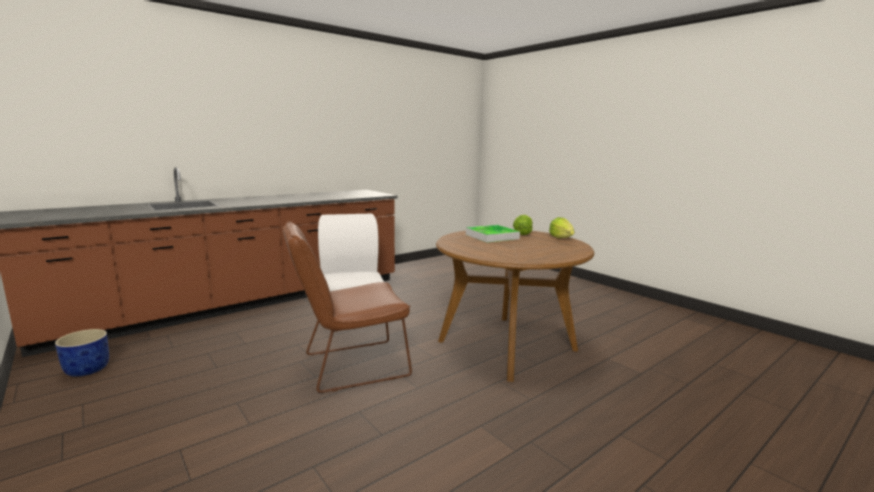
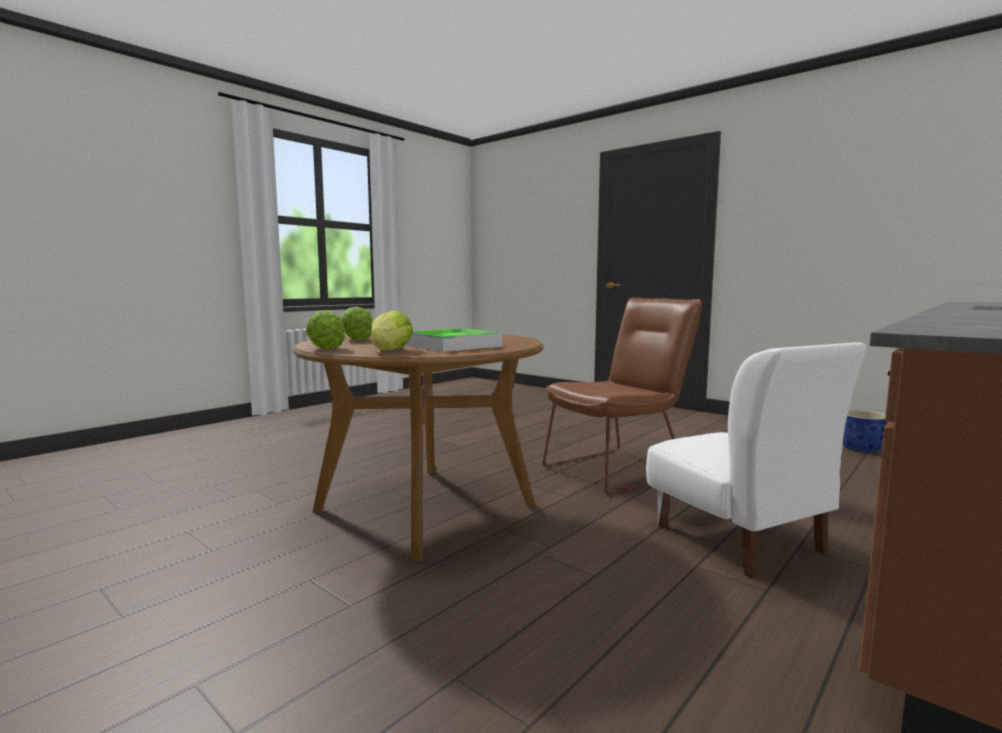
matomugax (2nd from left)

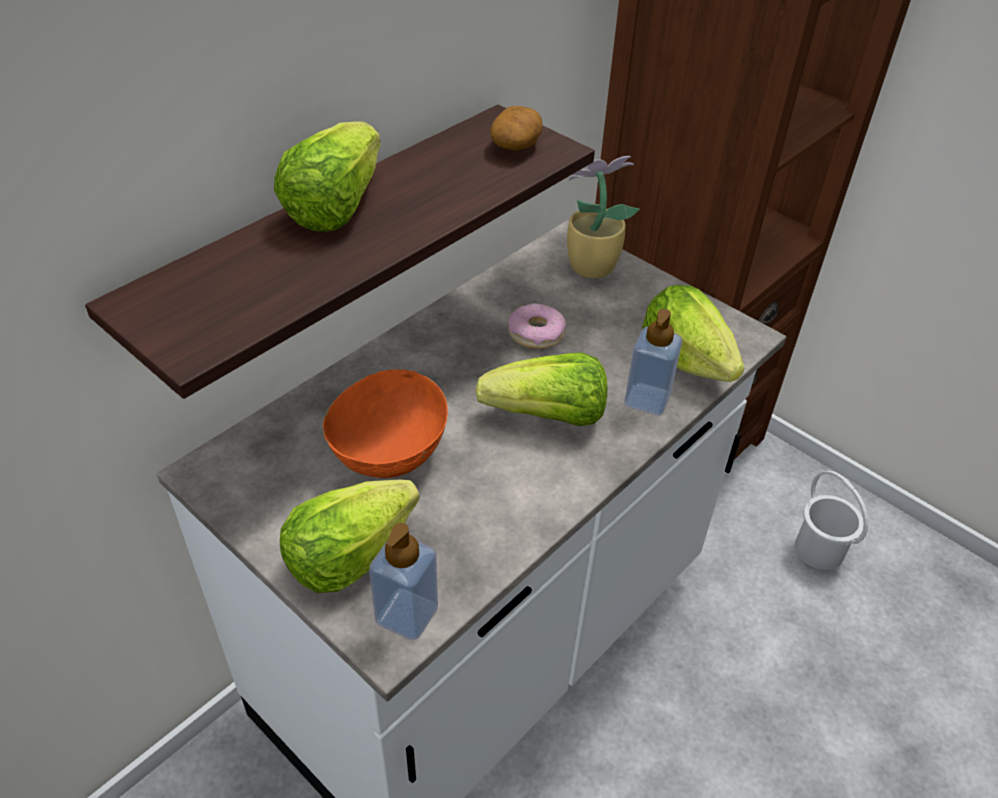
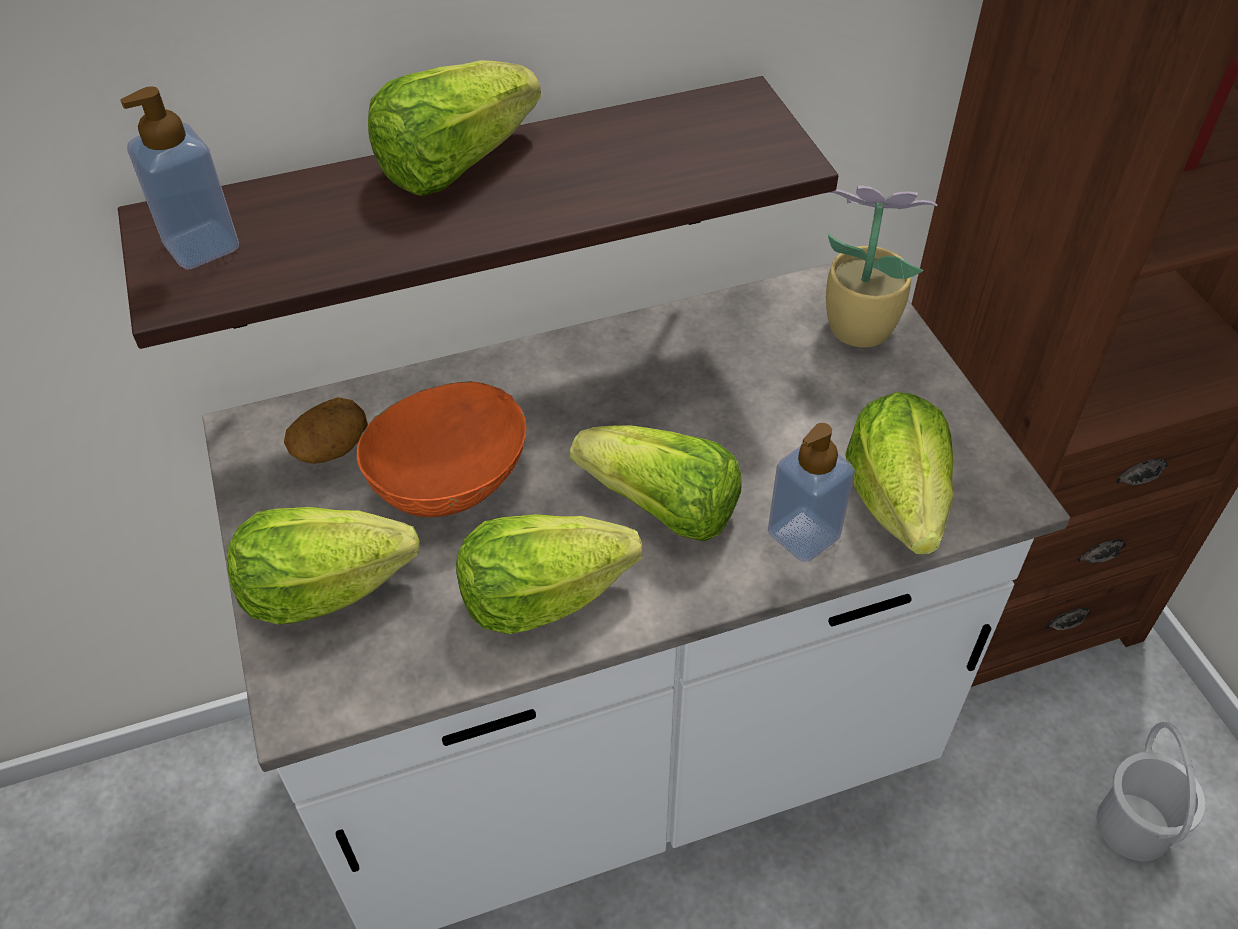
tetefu; matomugax (3rd from left); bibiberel (1st from left); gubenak

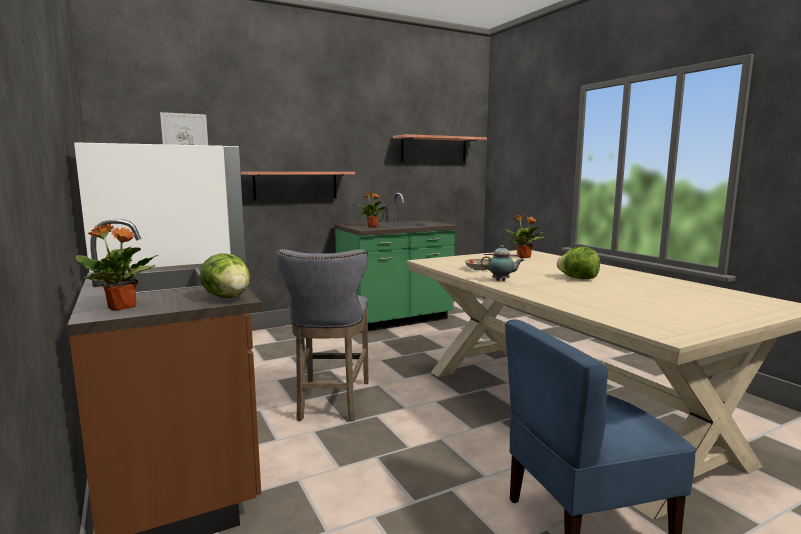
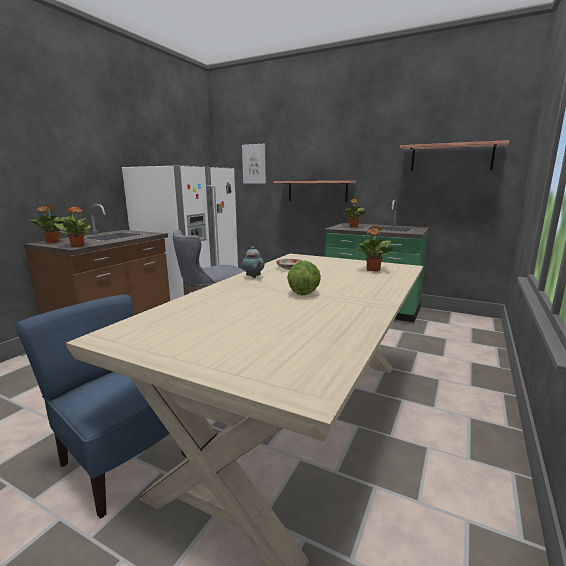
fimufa (2nd from left)

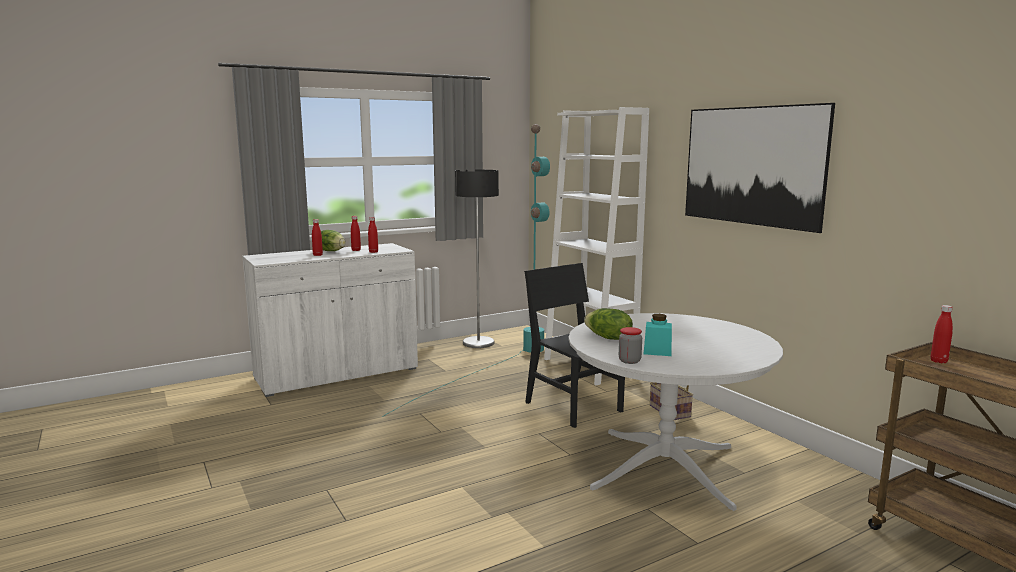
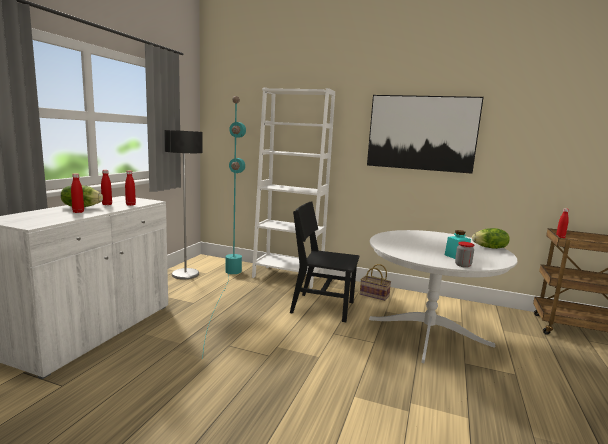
matomugax (2nd from left)

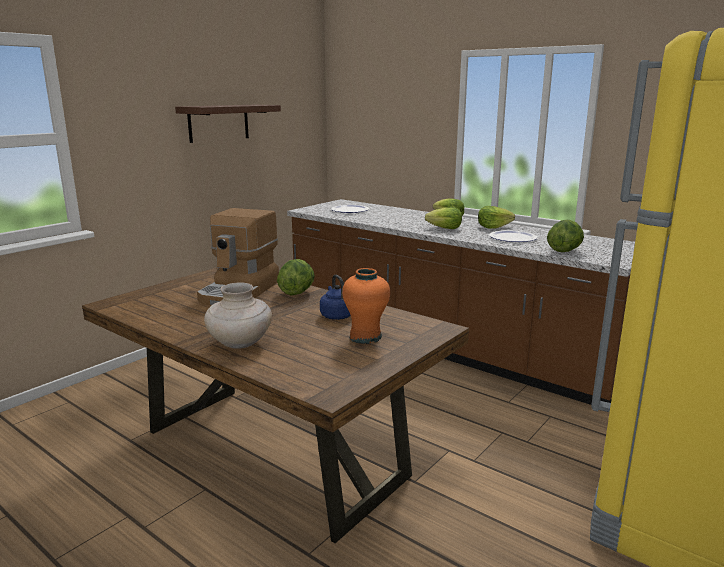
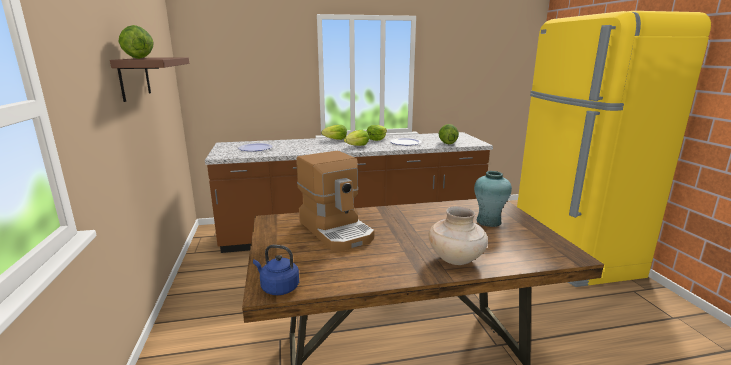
matomugax (1st from left); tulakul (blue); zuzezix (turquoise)

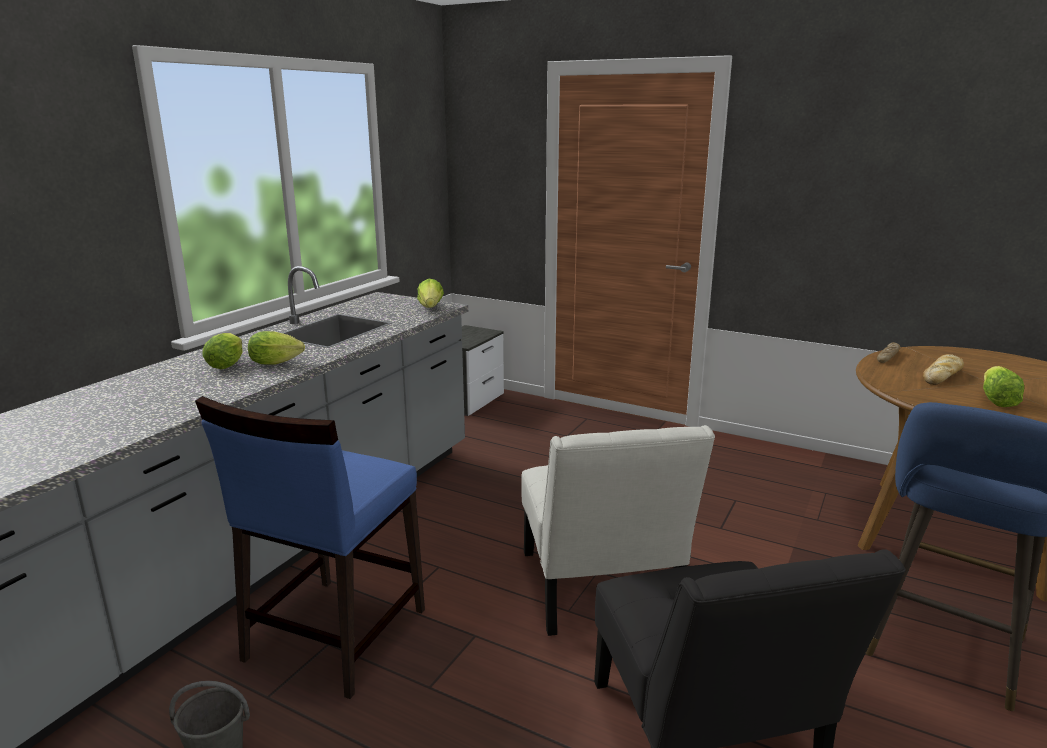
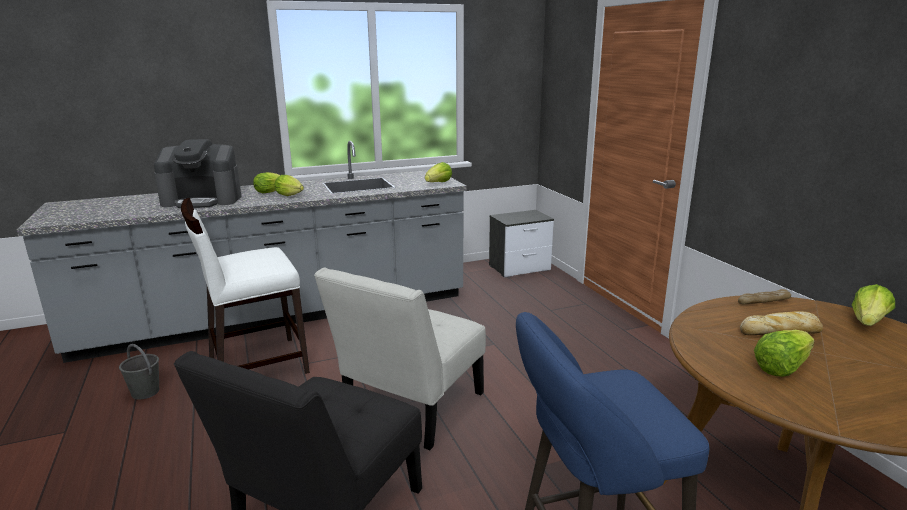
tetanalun; matomugax (5th from left); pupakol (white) (1st from left)

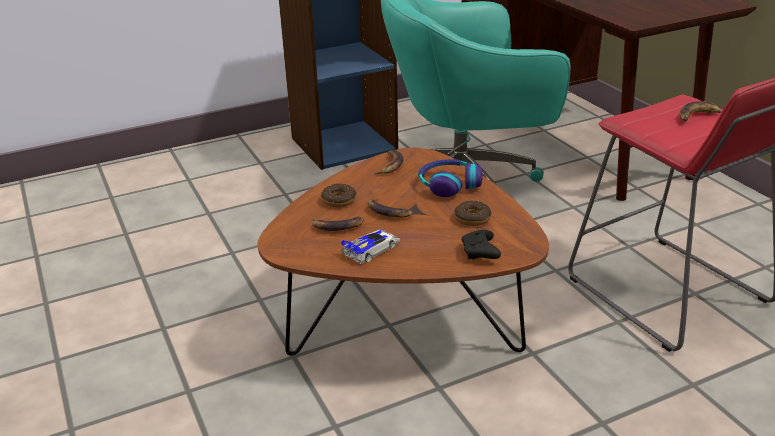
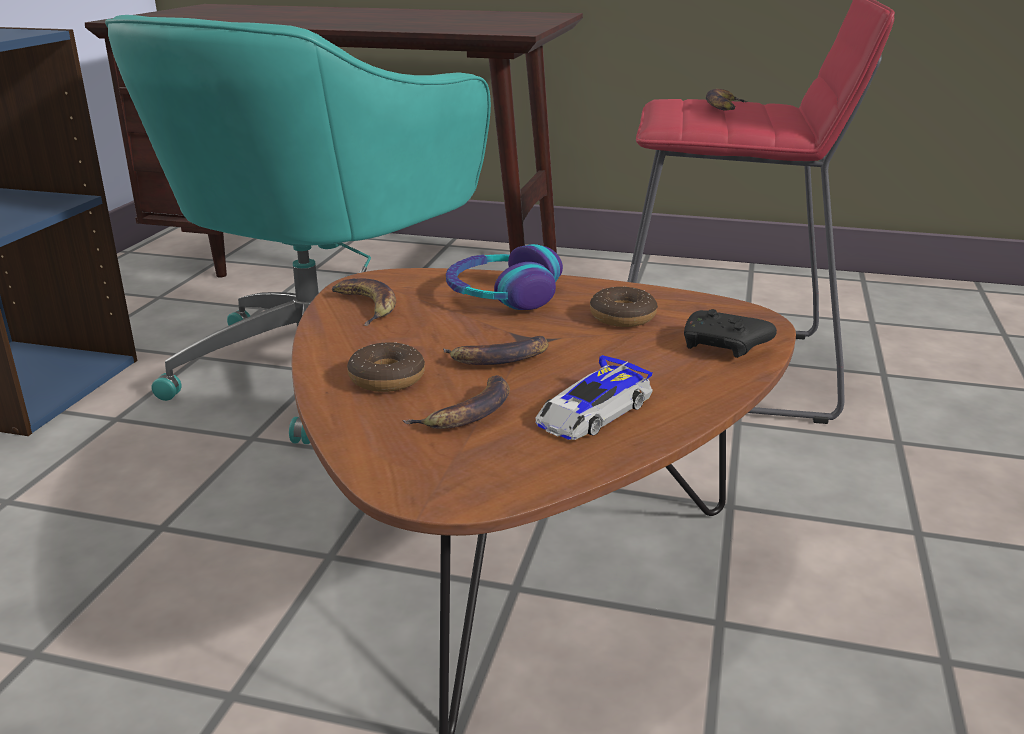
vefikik

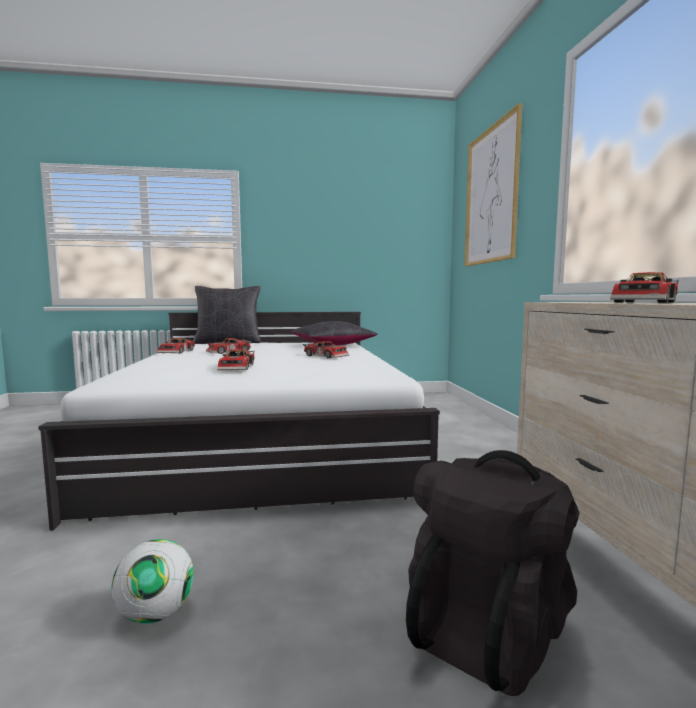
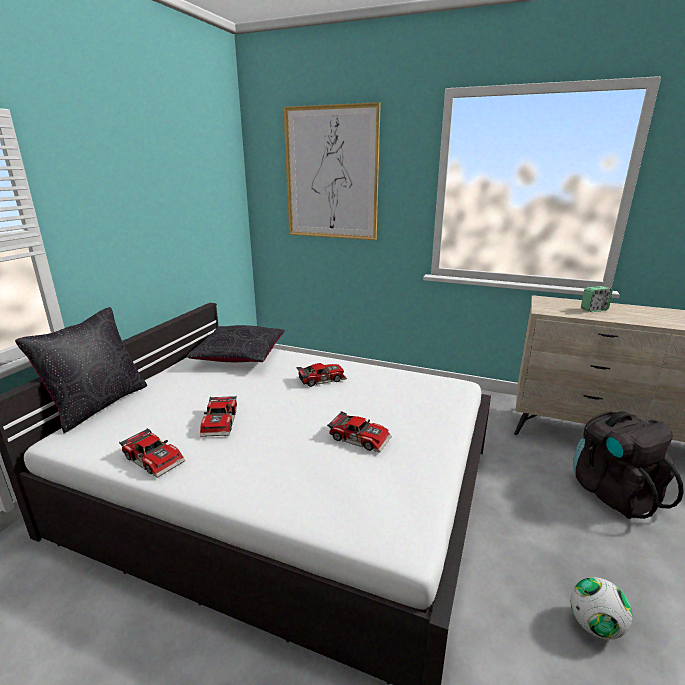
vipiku

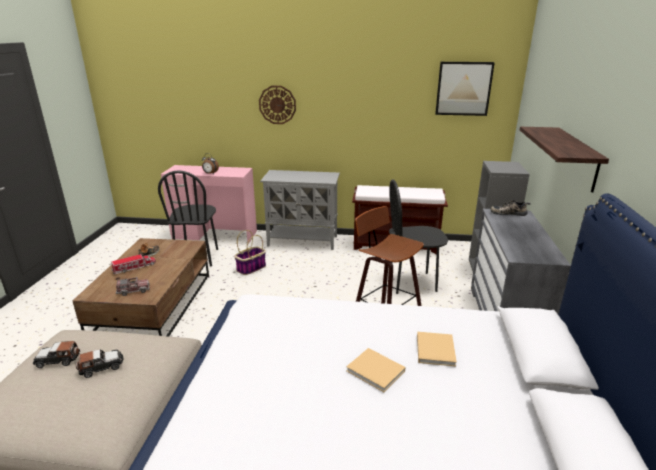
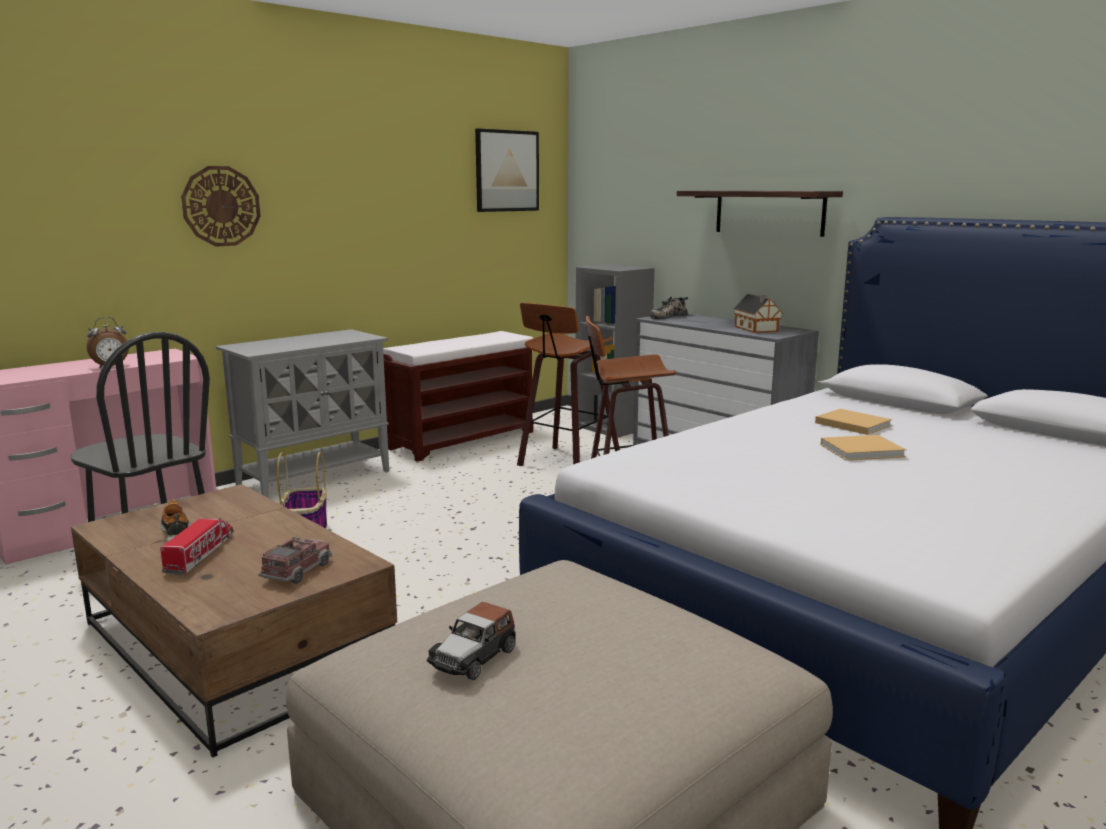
vefikik (2nd from left in the first image); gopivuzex; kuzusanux (1st from left)

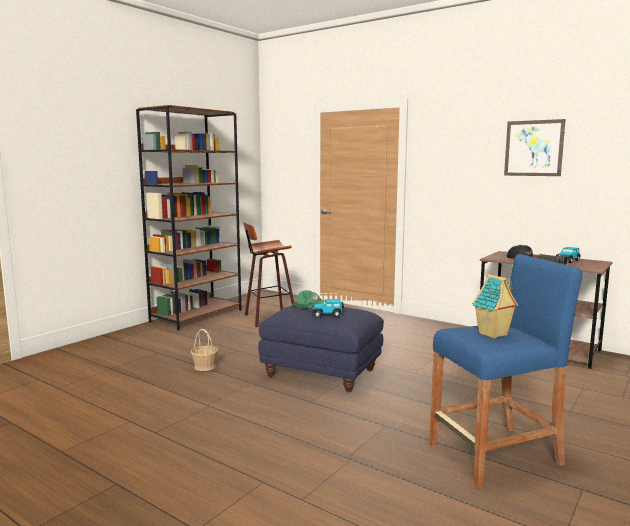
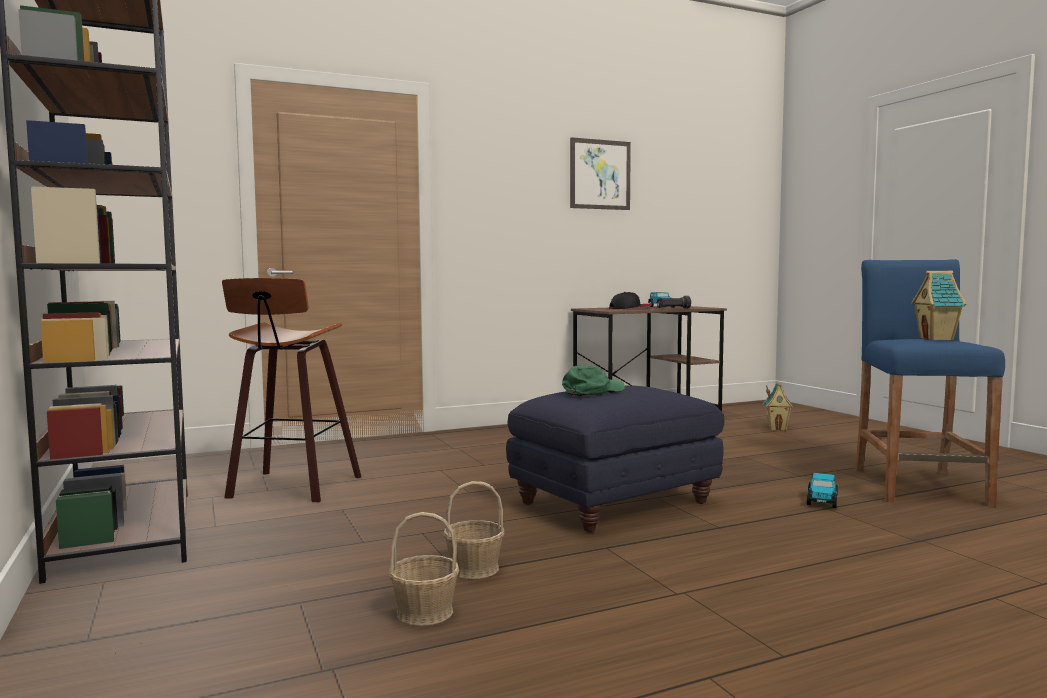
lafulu (1st from left); gopivuzex (1st from left); vefikik (2nd from left)

